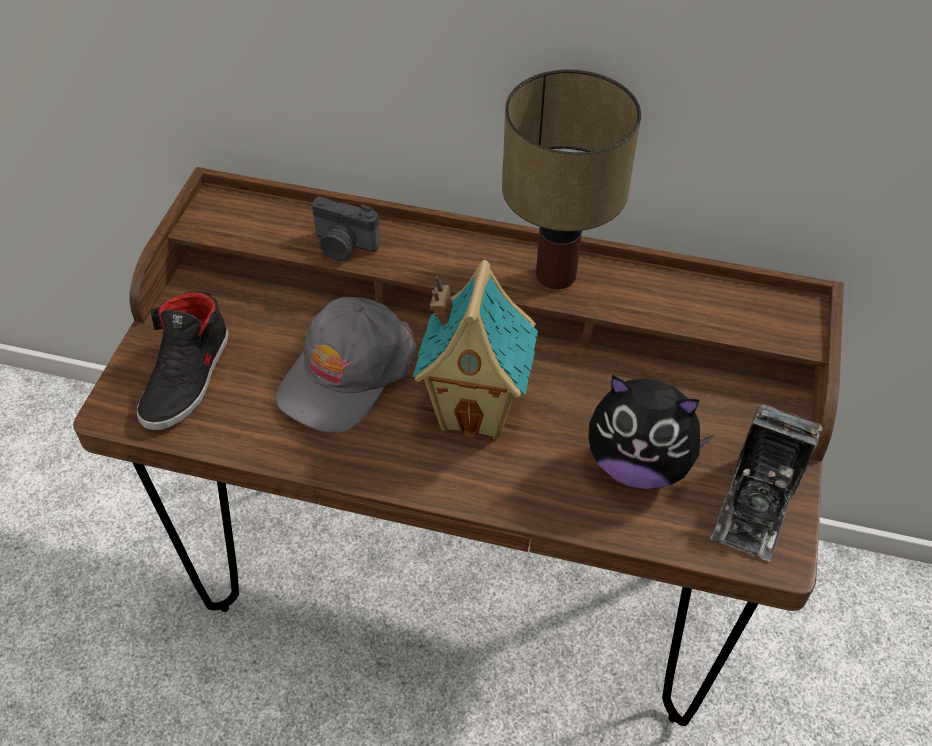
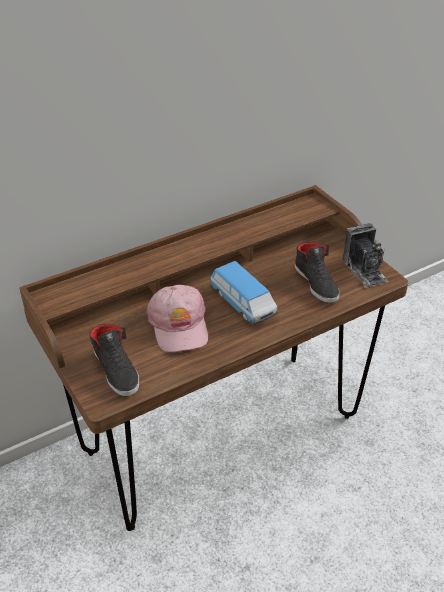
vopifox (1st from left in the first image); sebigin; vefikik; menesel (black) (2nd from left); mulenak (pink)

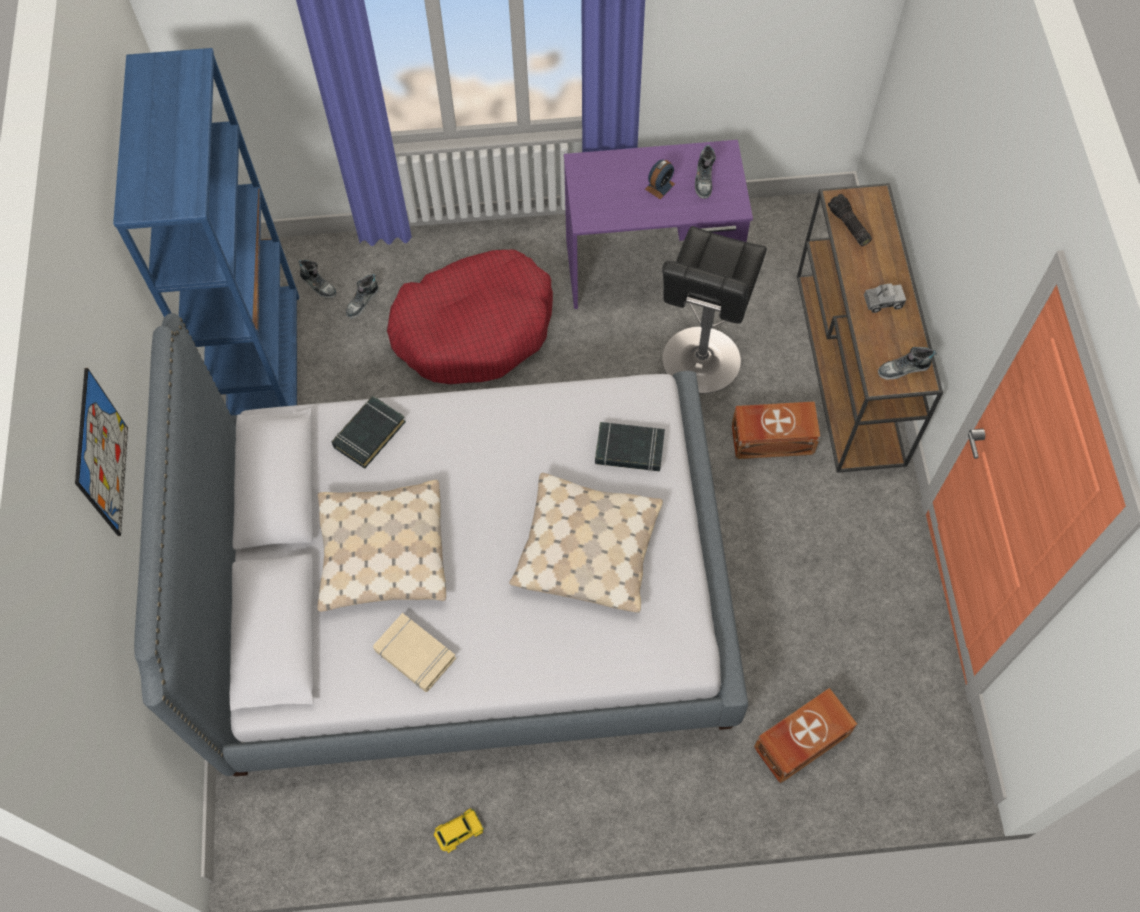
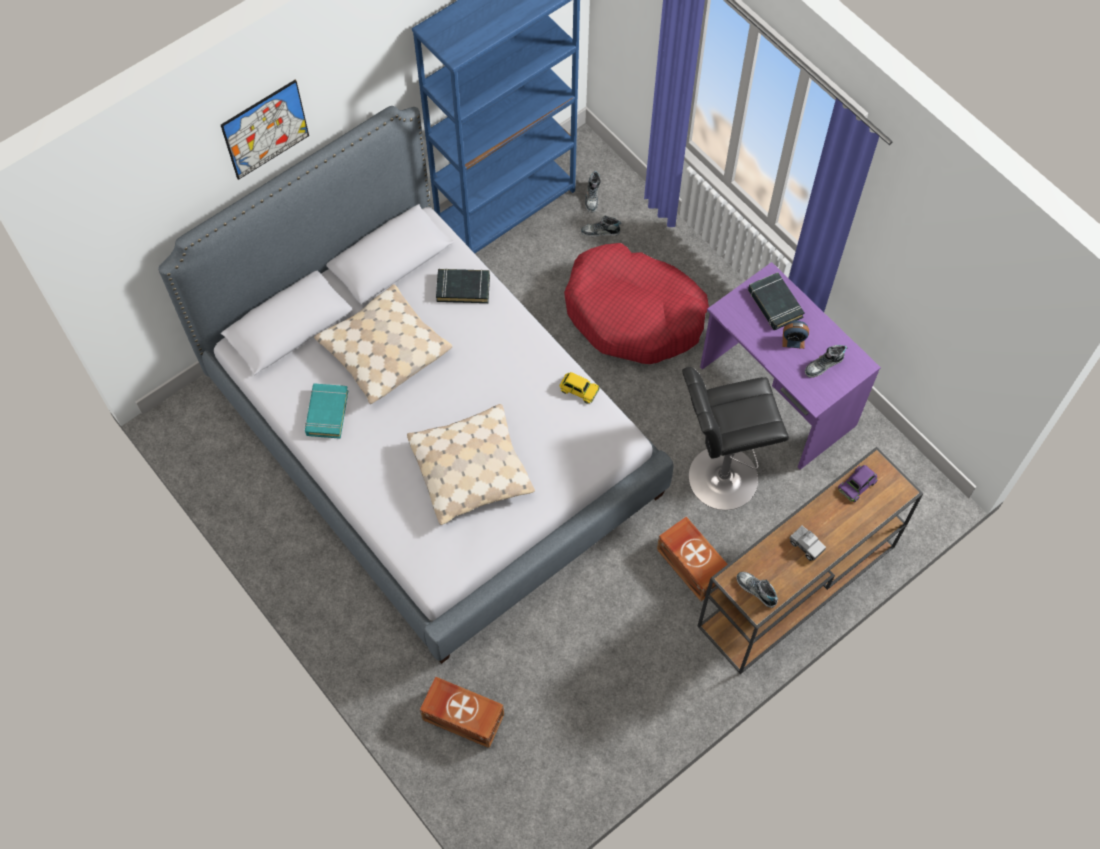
vefikik (yellow); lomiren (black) (2nd from left); vefikik (purple); lomiren (turquoise)

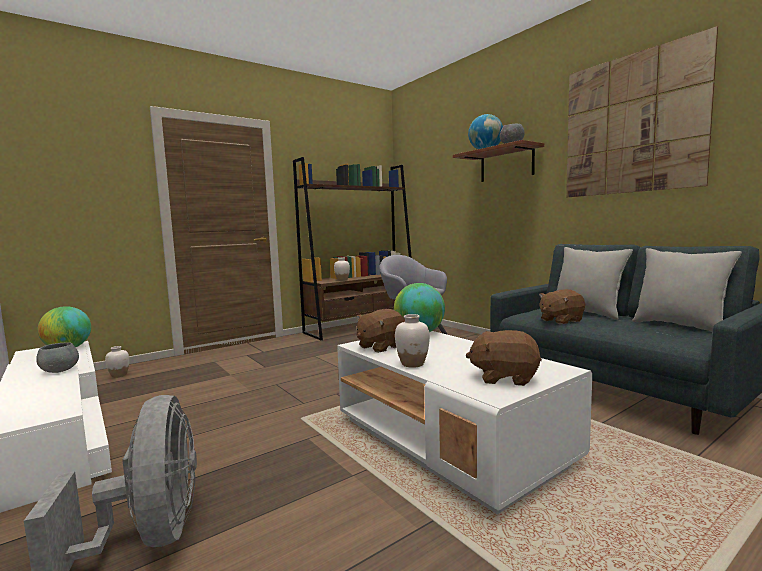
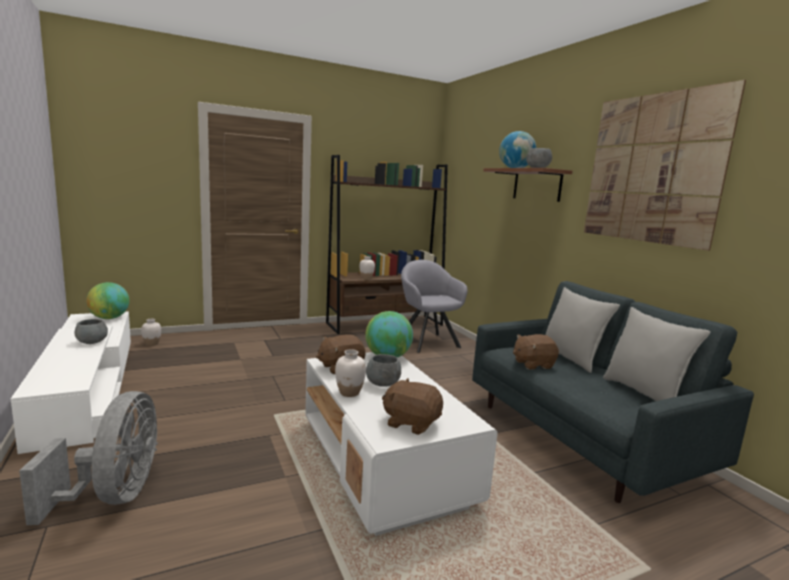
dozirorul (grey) (2nd from left)

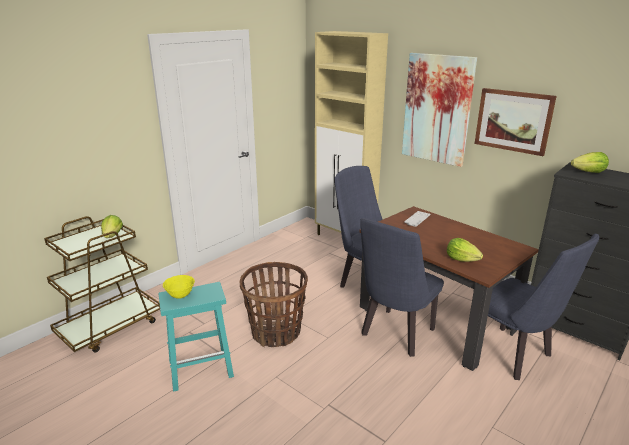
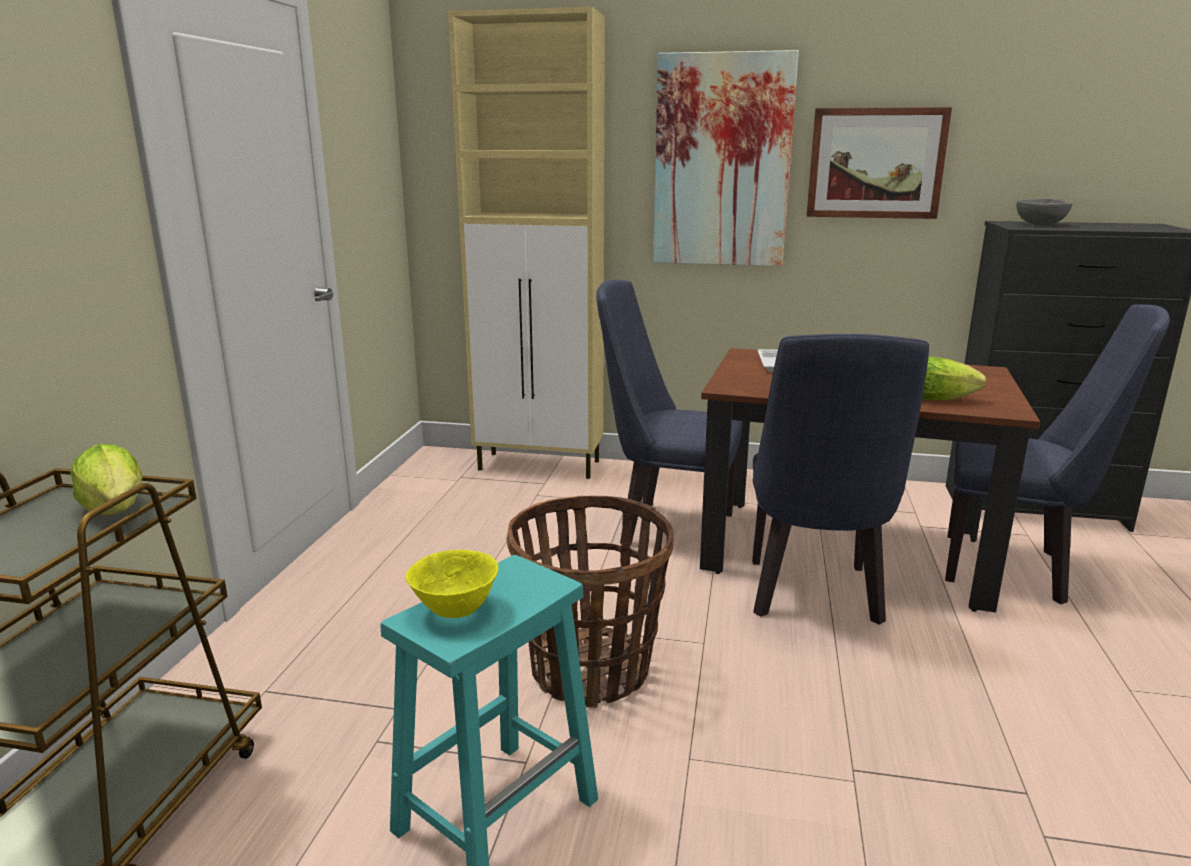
dozirorul (grey)

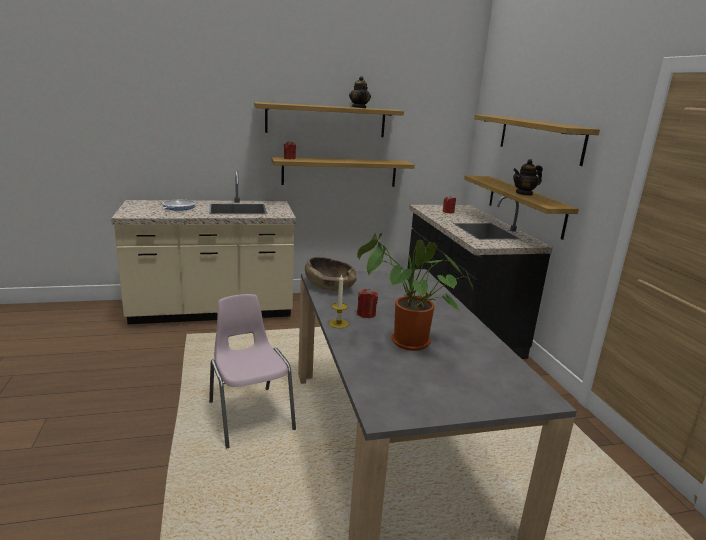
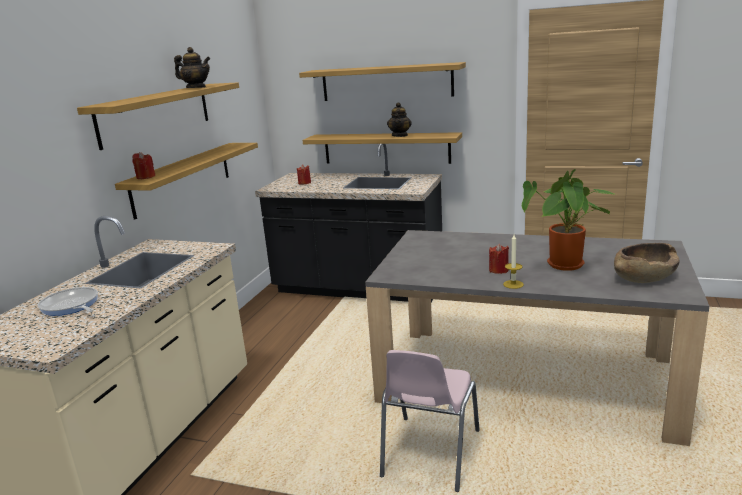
dozirorul (brown); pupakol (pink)

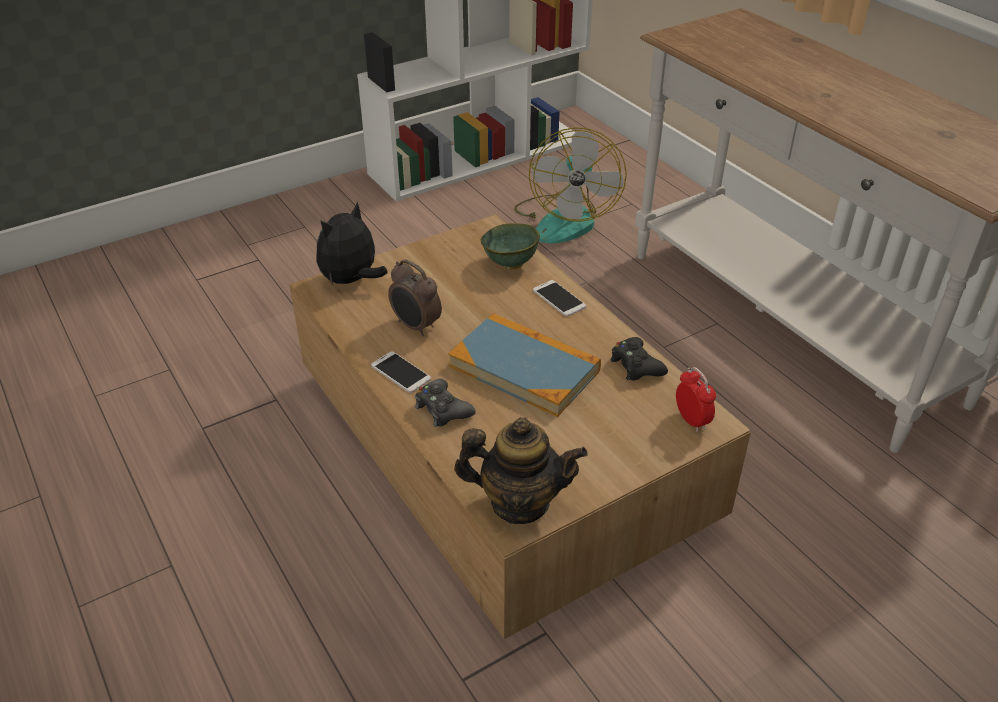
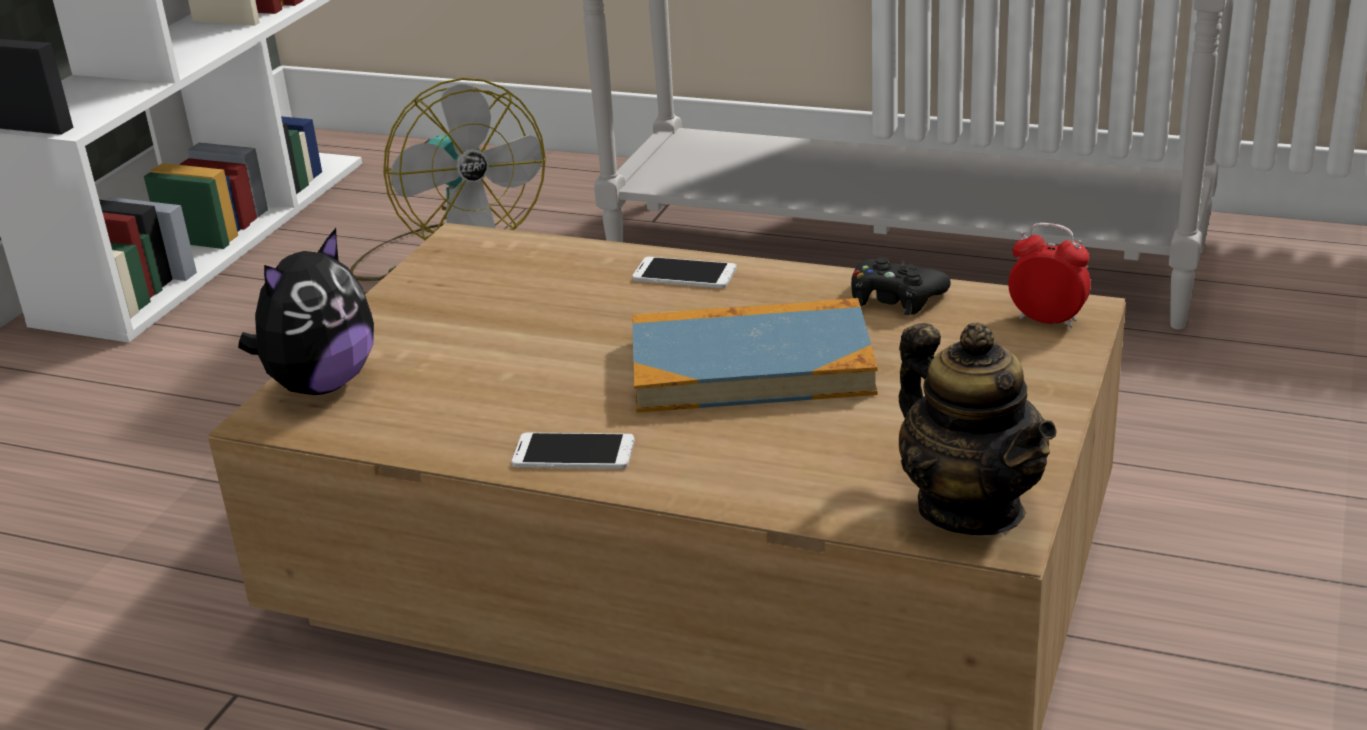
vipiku (1st from left in the first image); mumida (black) (1st from left in the first image); dozirorul (green); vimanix; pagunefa

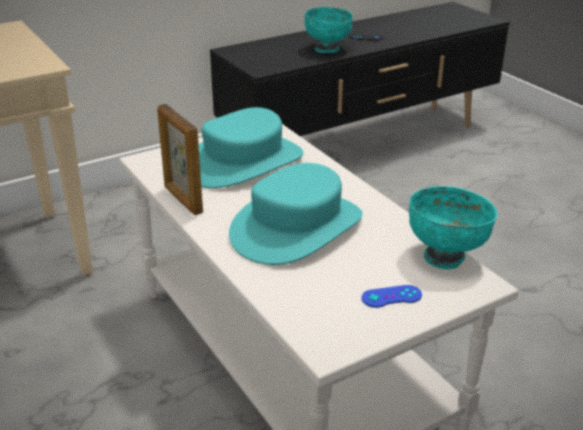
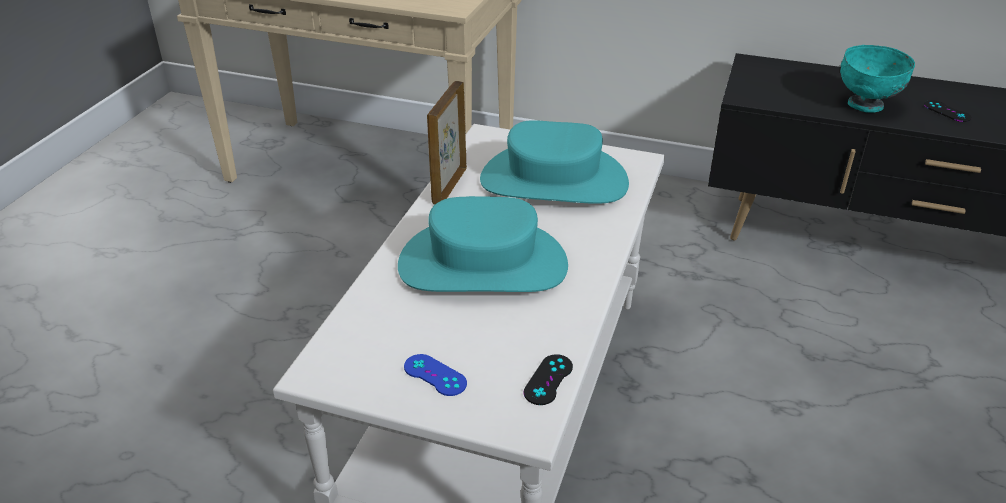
mumida (black) (1st from left)

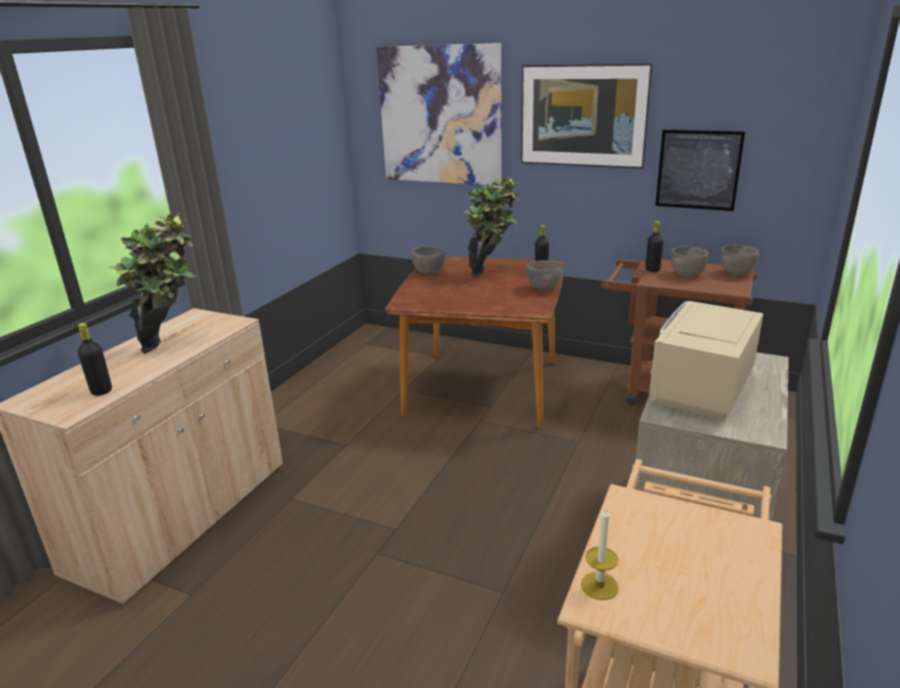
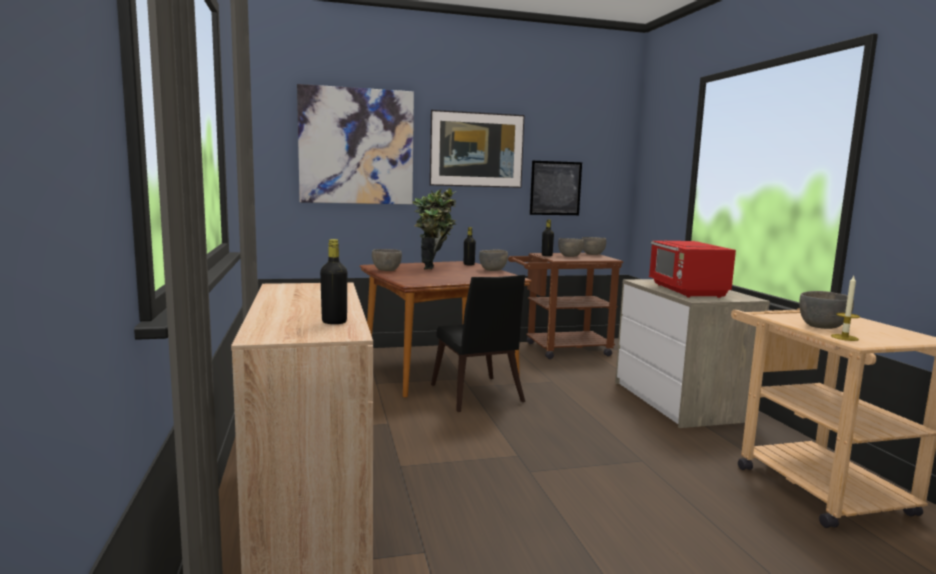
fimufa (1st from left in the first image); pupakol (black); dozirorul (grey) (5th from left); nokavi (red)

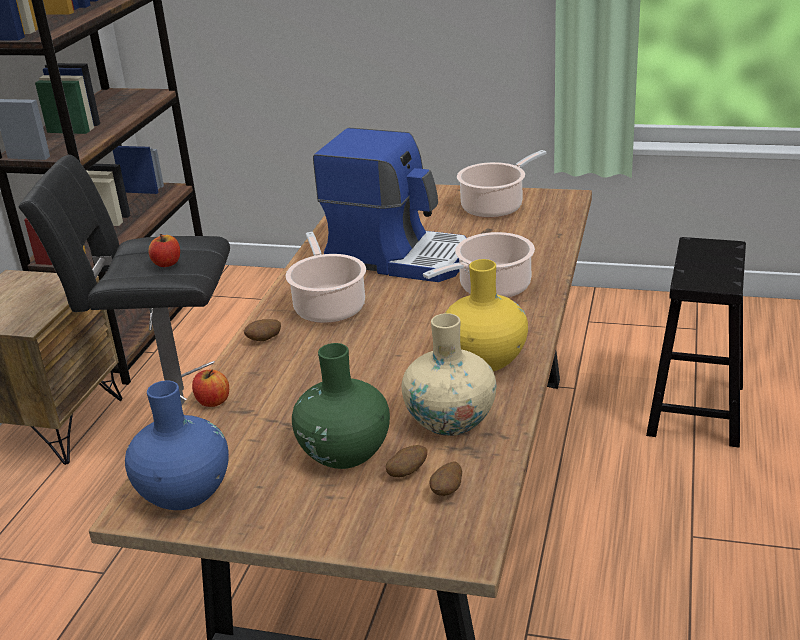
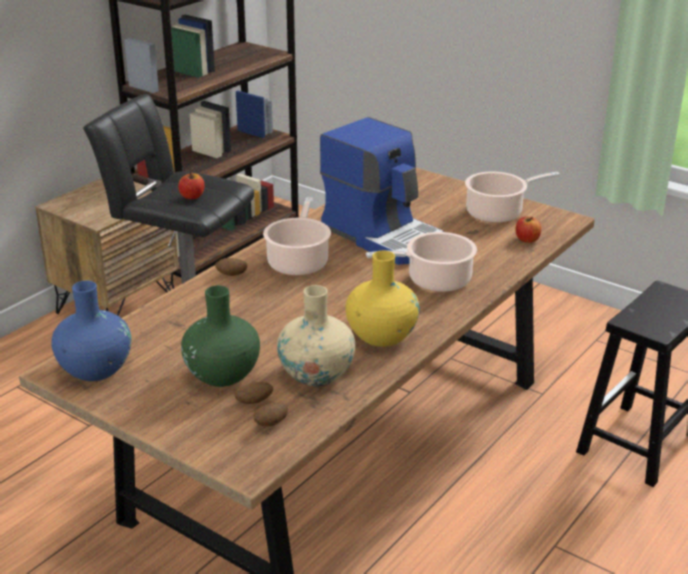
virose (2nd from left)

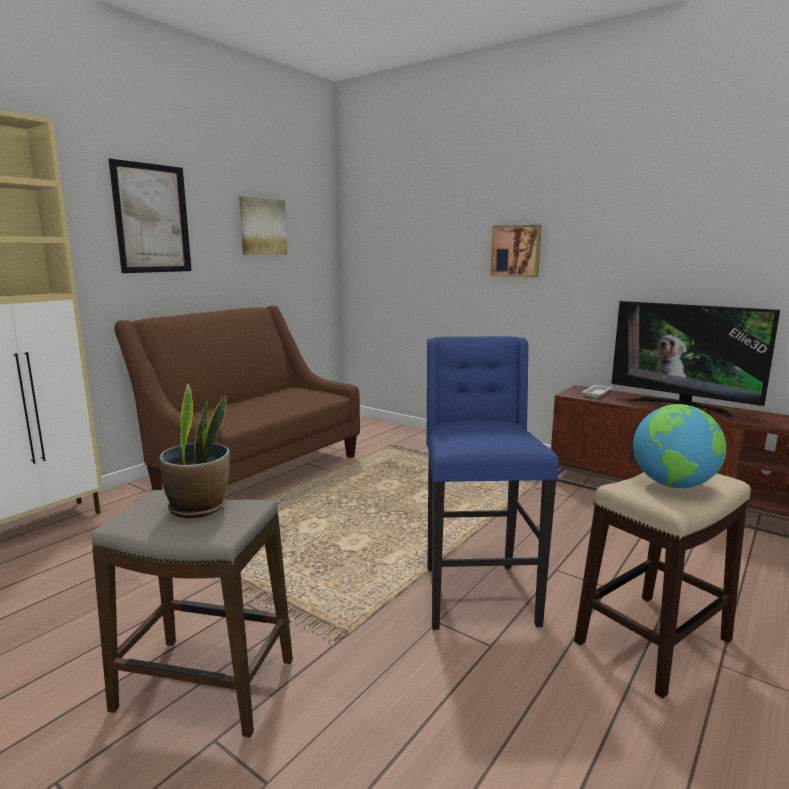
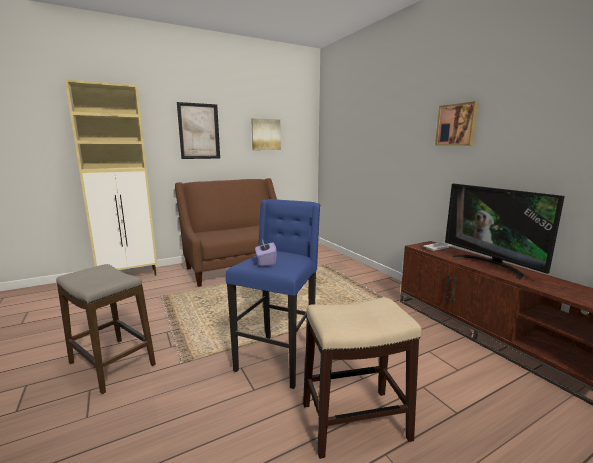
fimufa; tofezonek; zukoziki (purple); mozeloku (3rd from left)

